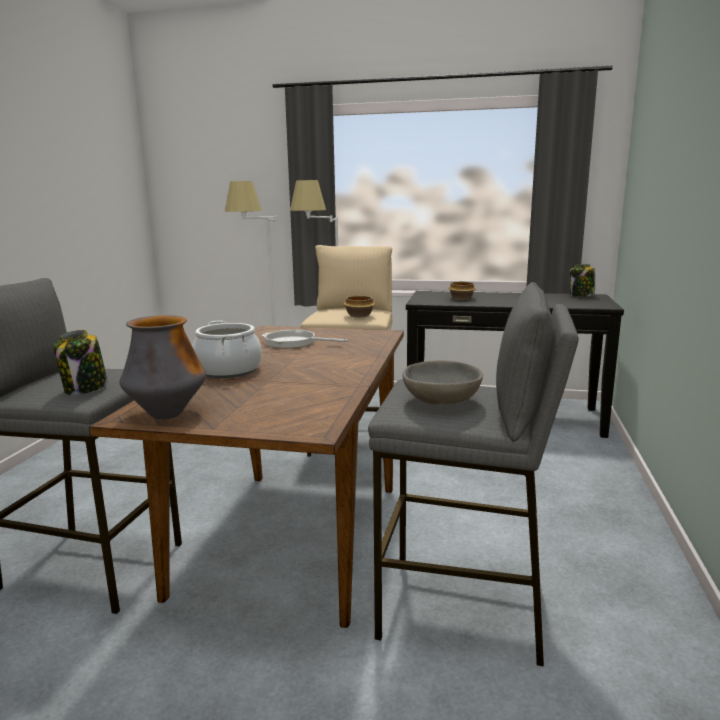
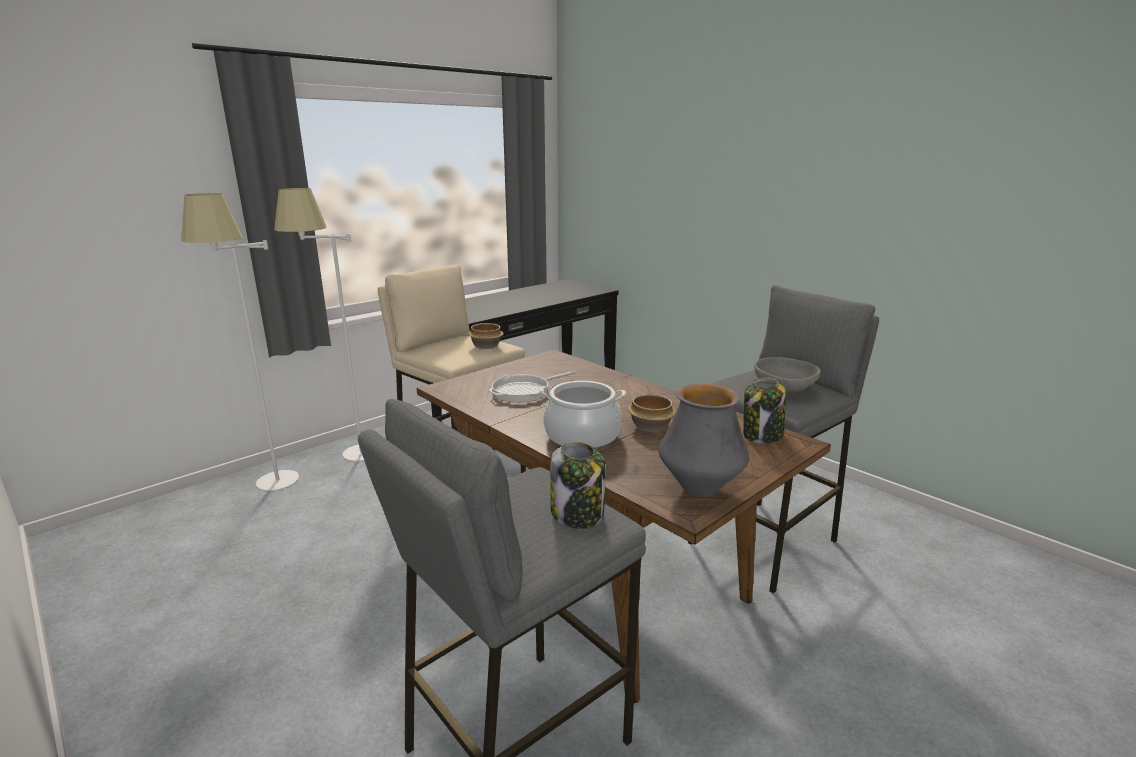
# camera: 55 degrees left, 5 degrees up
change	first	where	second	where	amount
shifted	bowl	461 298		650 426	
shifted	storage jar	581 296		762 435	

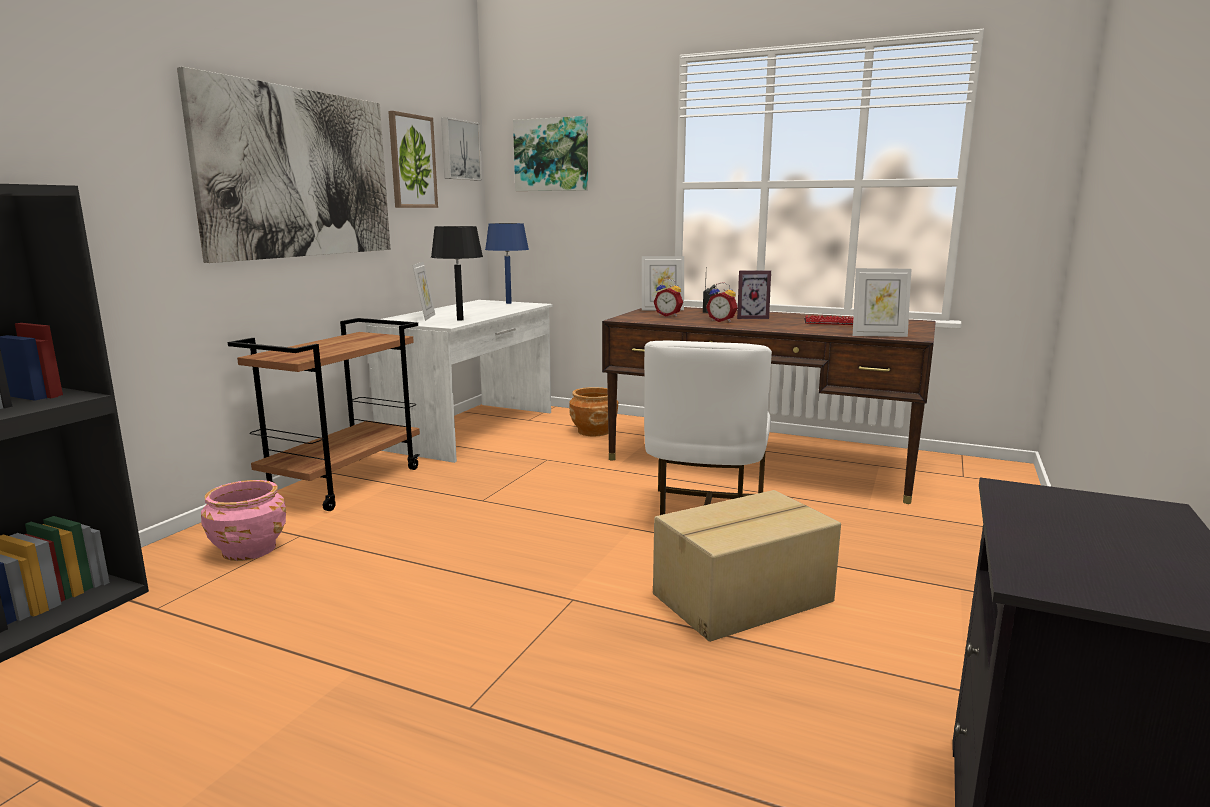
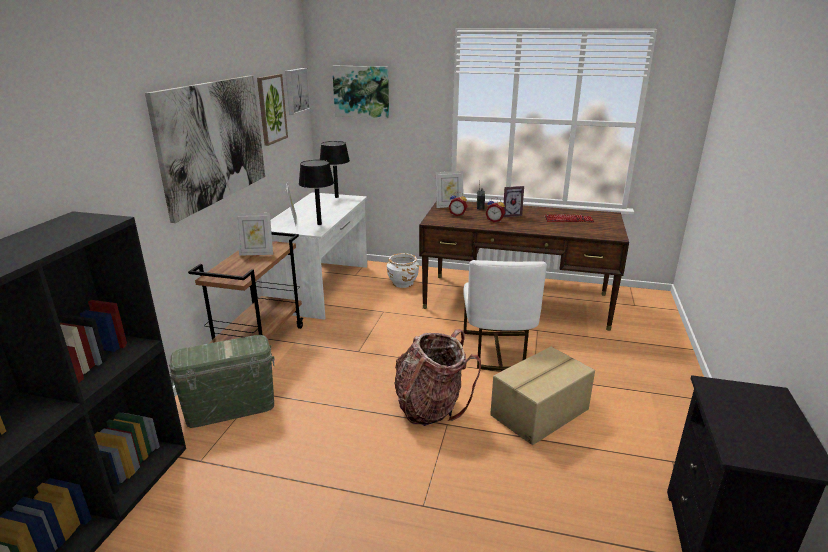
# camera: 10 degrees left, 10 degrees up
change	first	where	second	where	amount
new			knapsack	430 406	
shifted	picture frame	878 335		256 253	
swapped	planter/pinkish	249 549	storage bin/greenish	230 407	
repainted	table lamp/blue-coloured	508 303	table lamp/black-coloured	336 197	
repainted	planter/brown	594 431	planter/white	403 283	

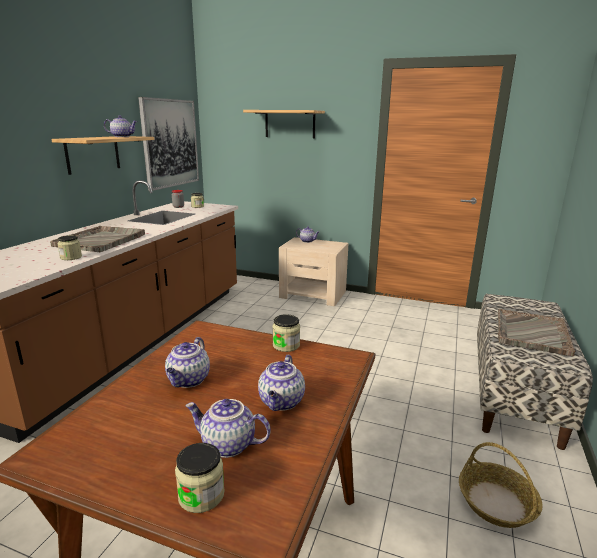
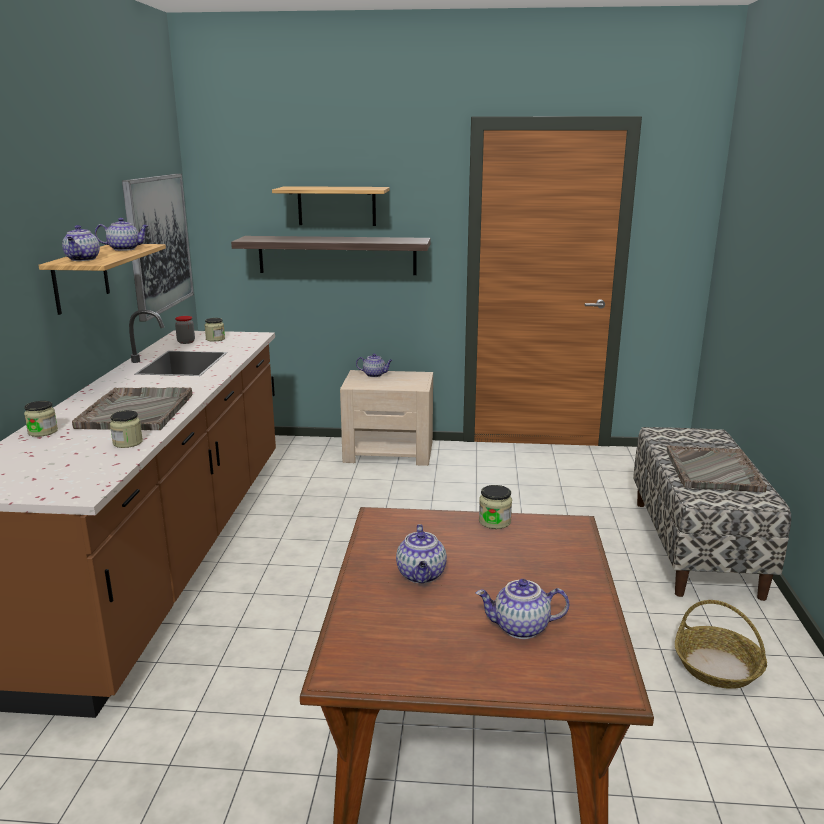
# camera: 15 degrees left, 0 degrees up
change	first	where	second	where	amount
new			shelf	337 255	
shifted	storage jar	201 495		43 432	
shifted	teapot	281 402		83 259	

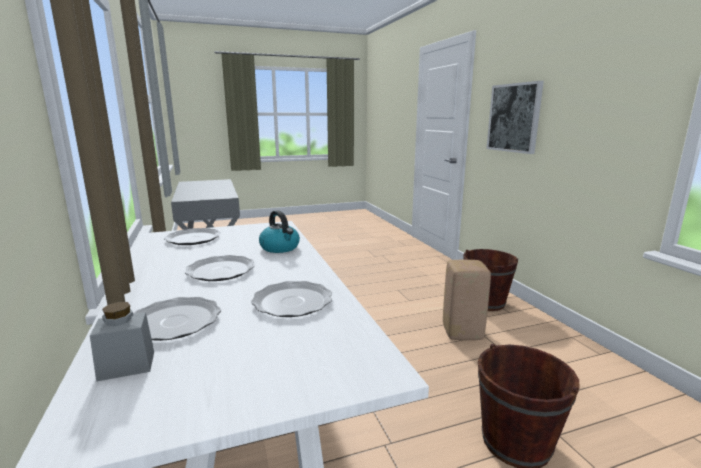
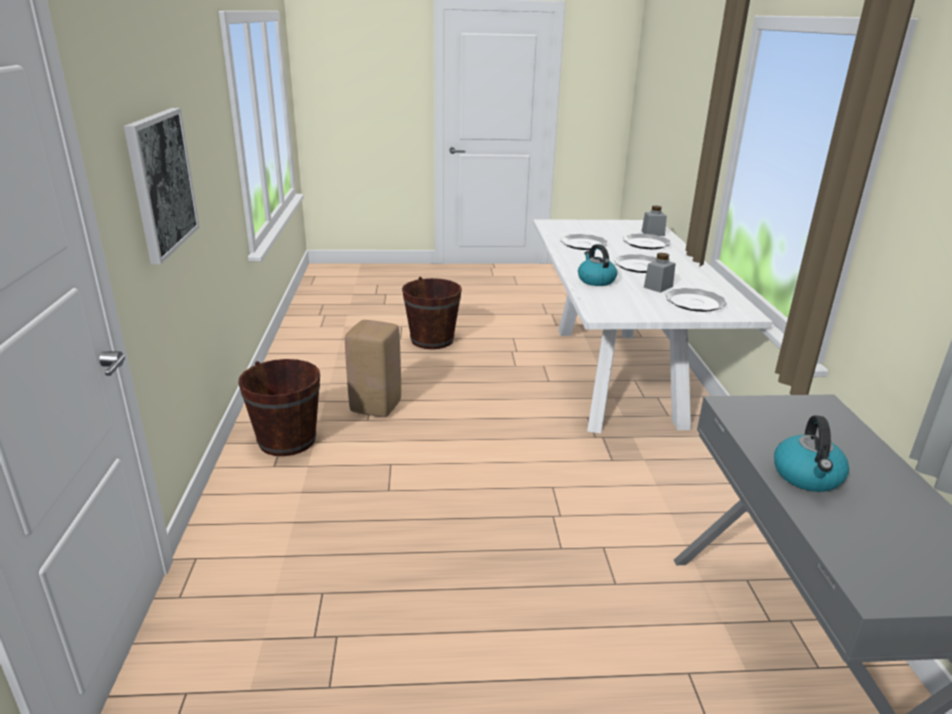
# camera: 165 degrees left, 10 degrees up
change	first	where	second	where	amount
new			storage jar/greyish	658 287	
new			tea kettle	807 476	

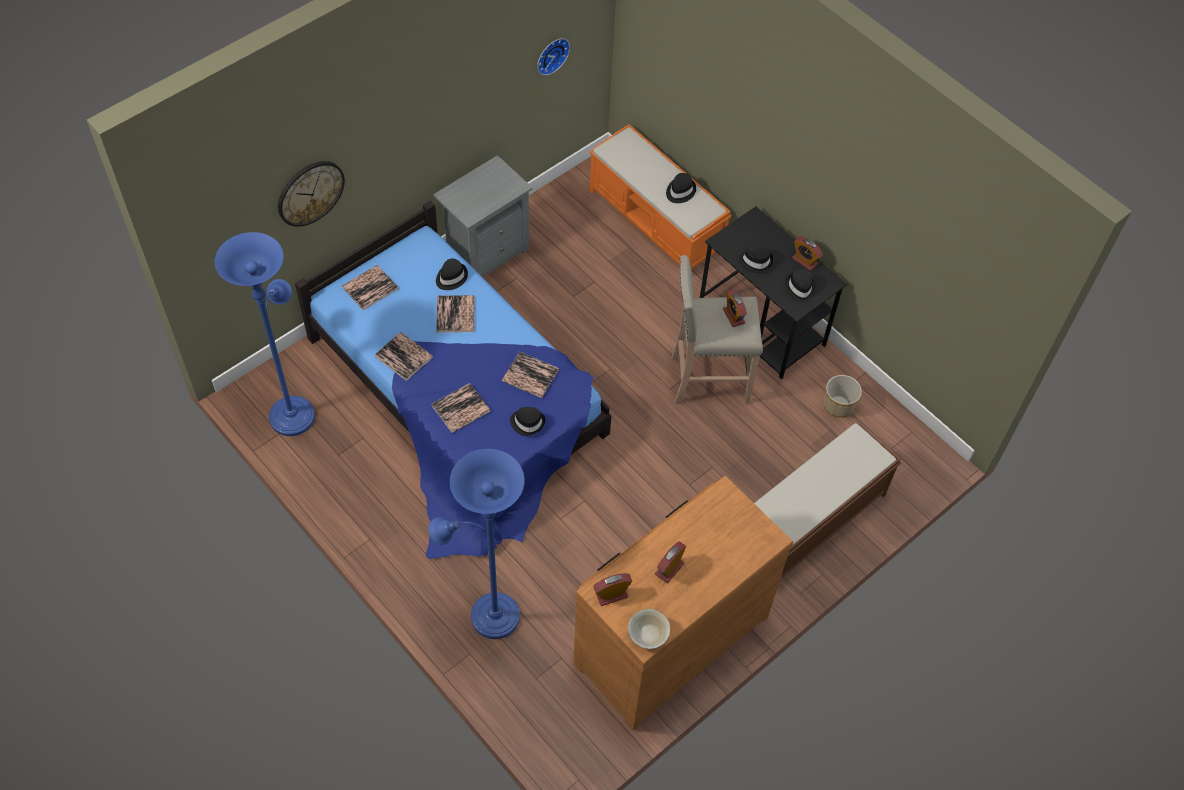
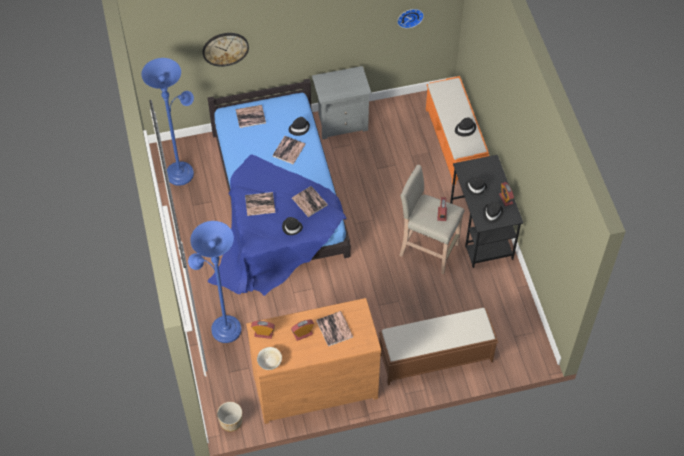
# camera: 30 degrees right, 0 degrees up
change	first	where	second	where	amount
shifted	bound book	403 356		334 329	
shifted	planter	839 405		231 422	

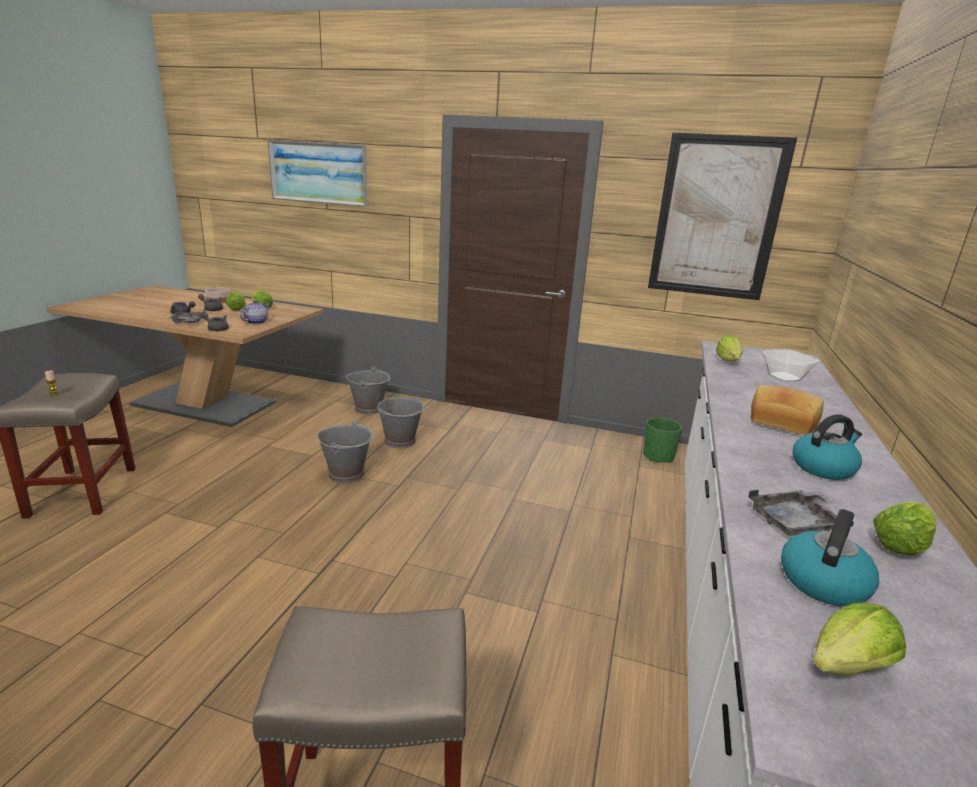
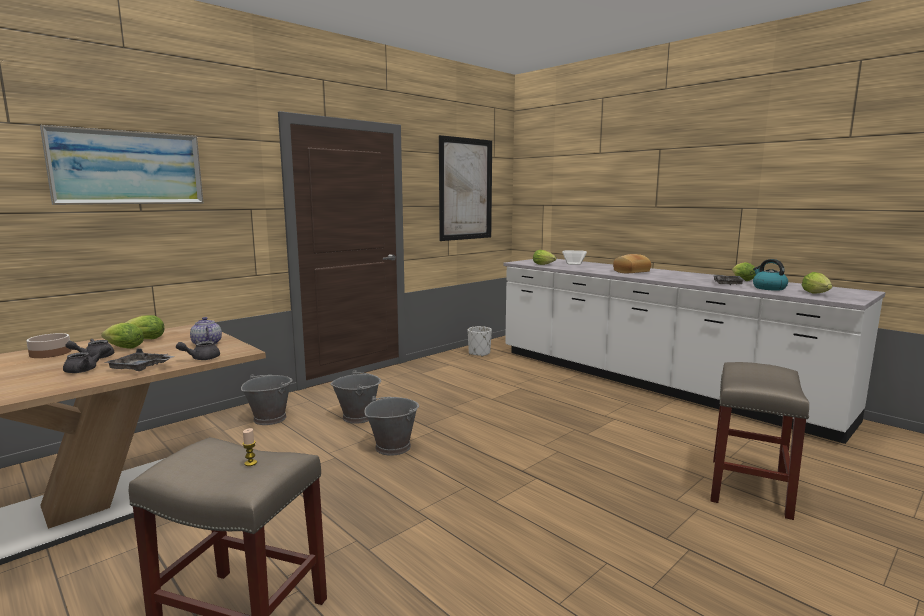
# camera: 60 degrees left, 10 degrees down
change	first	where	second	where	amount
gone	tea kettle	823 467			
repainted	planter/greenish	658 456	planter/white	479 353	

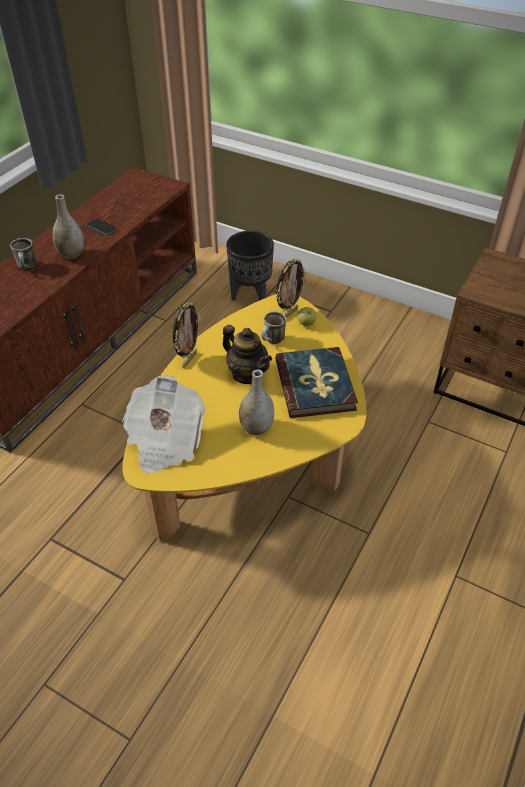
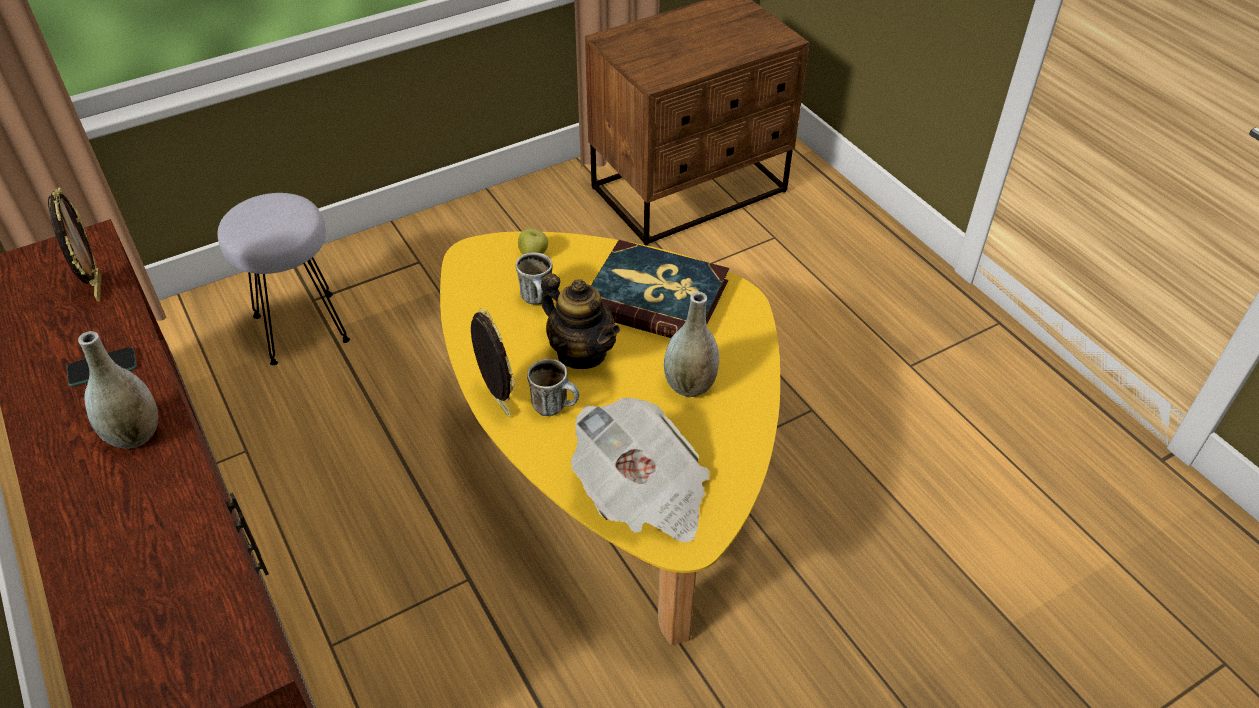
# camera: 60 degrees left, 0 degrees up
change	first	where	second	where	amount
shifted	tea mug	28 267		556 406	
shifted	picture frame	289 313		97 288	
swapped	planter/black-coloured	251 296	stool/greyish	301 327	
rotated	teapot	247 374		581 352	60 degrees clockwise

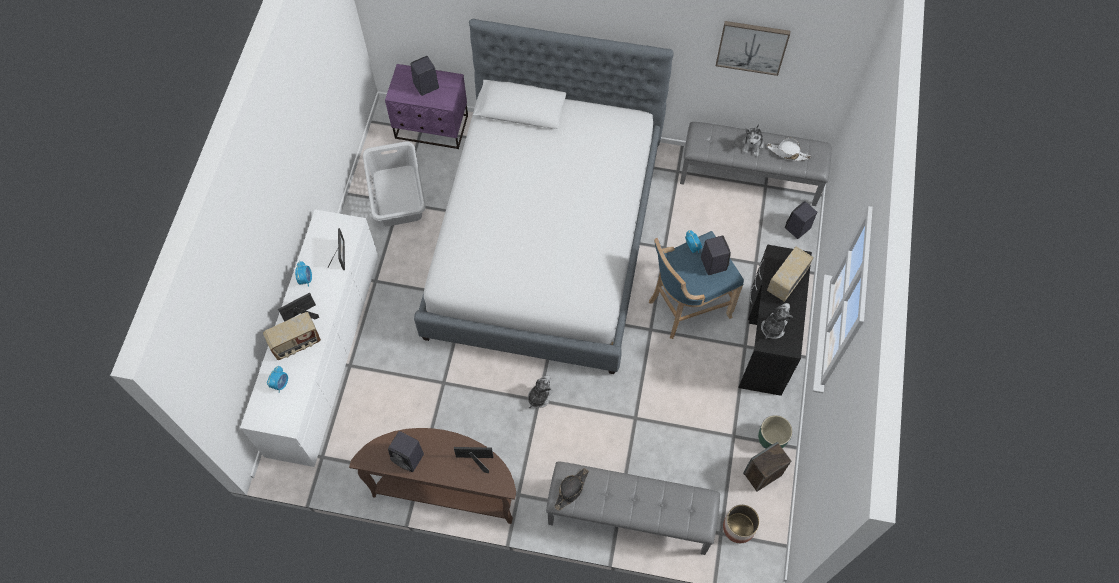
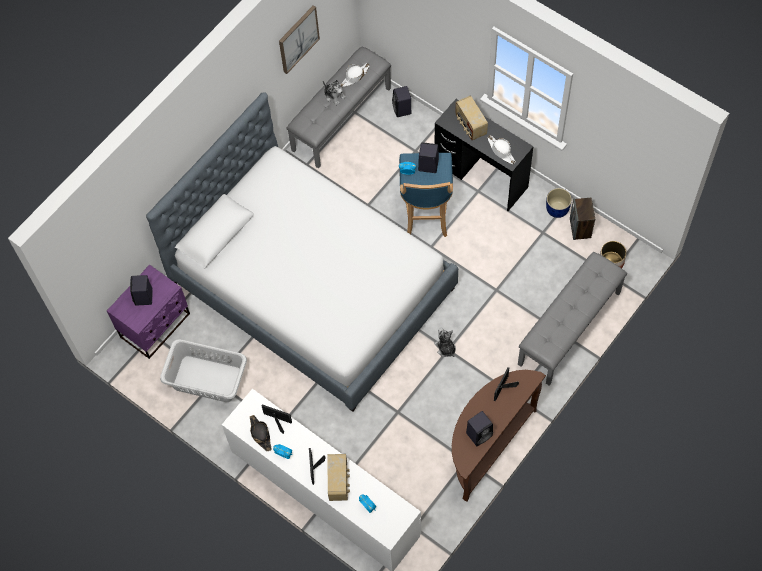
# camera: 60 degrees left, 0 degrees up
change	first	where	second	where	amount
shifted	hat/black-coloured	571 489		260 434	
swapped	plush toy	773 327	hat/white	501 151	
repainted	planter/greenish	771 438	planter/blue-coloured	557 209	

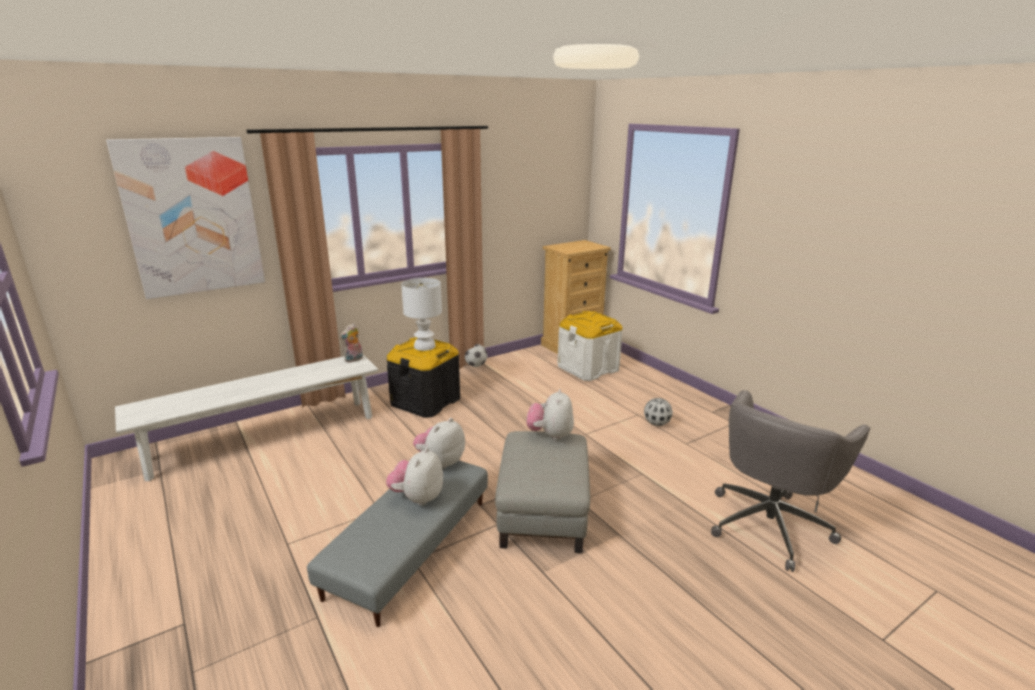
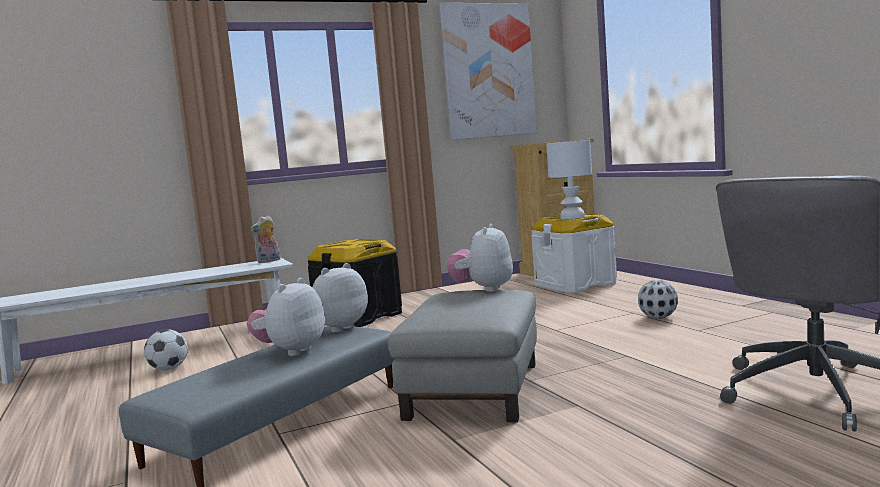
# camera: 10 degrees right, 15 degrees down
change	first	where	second	where	amount
shifted	picture	192 217		488 71	
shifted	table lamp/white	425 346		573 217	
shifted	football ball	476 365		168 369	

